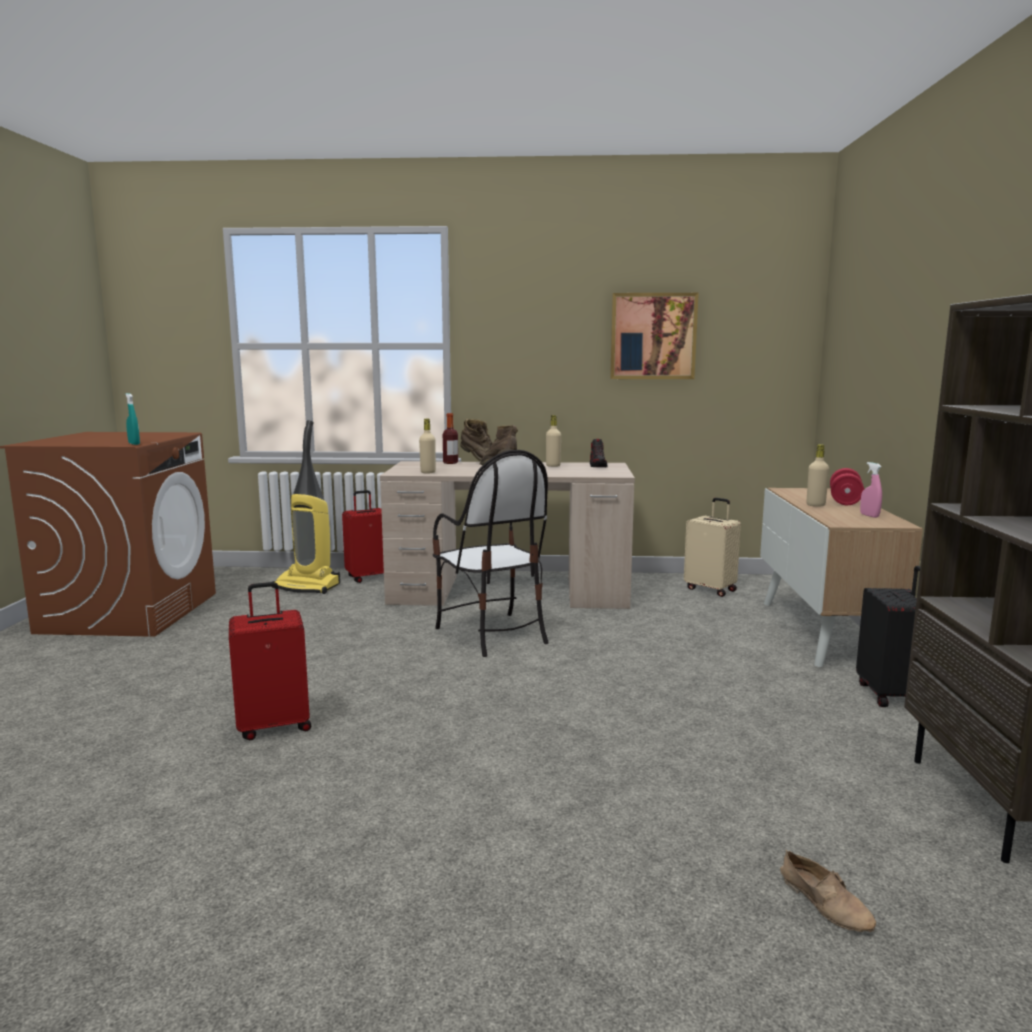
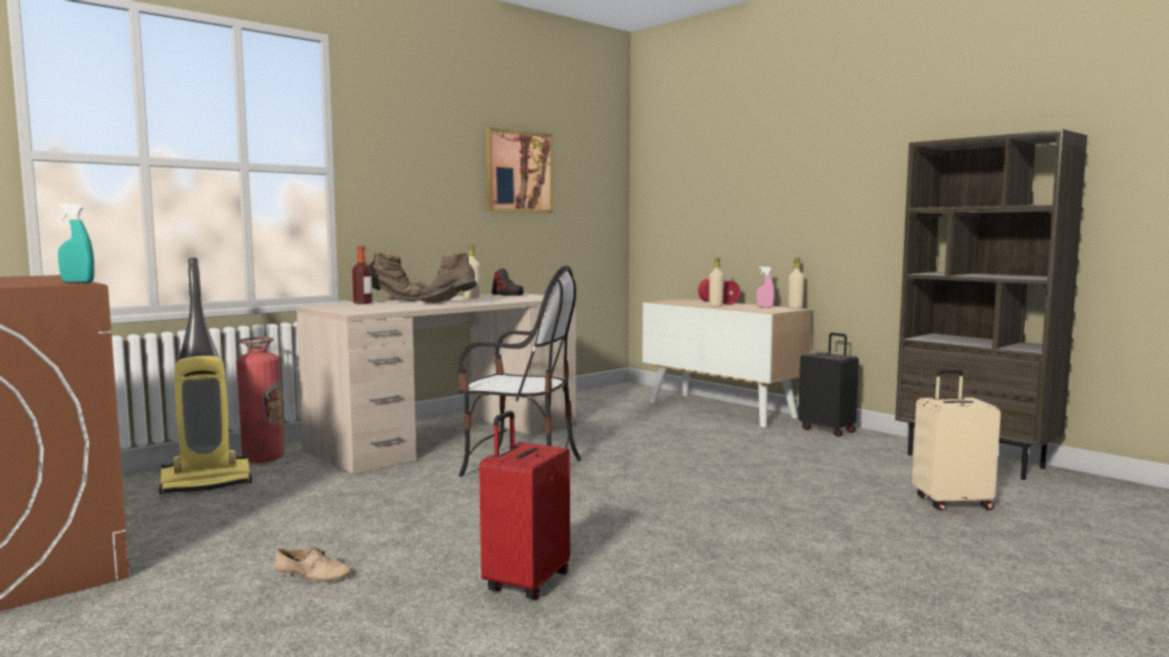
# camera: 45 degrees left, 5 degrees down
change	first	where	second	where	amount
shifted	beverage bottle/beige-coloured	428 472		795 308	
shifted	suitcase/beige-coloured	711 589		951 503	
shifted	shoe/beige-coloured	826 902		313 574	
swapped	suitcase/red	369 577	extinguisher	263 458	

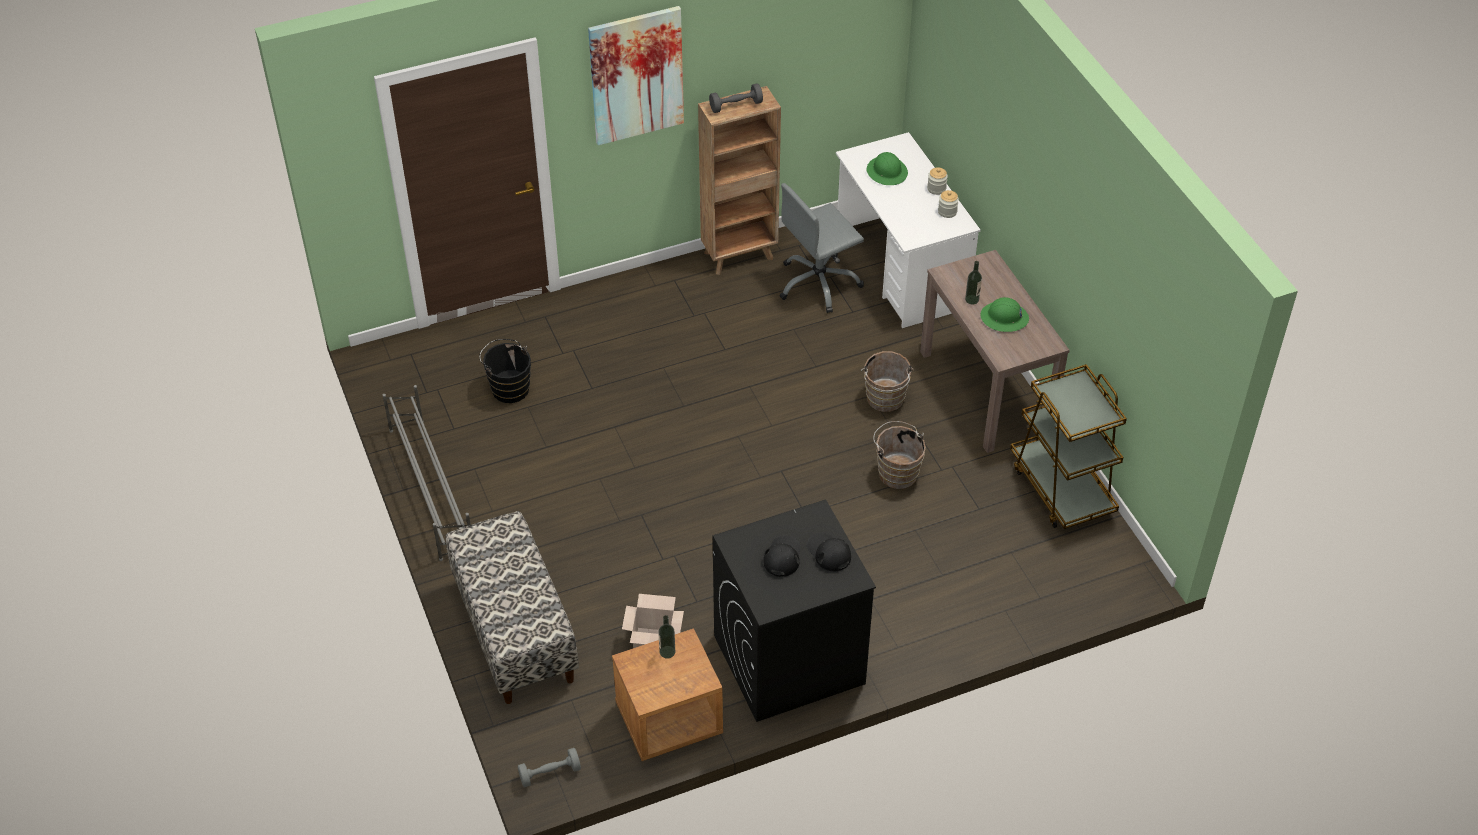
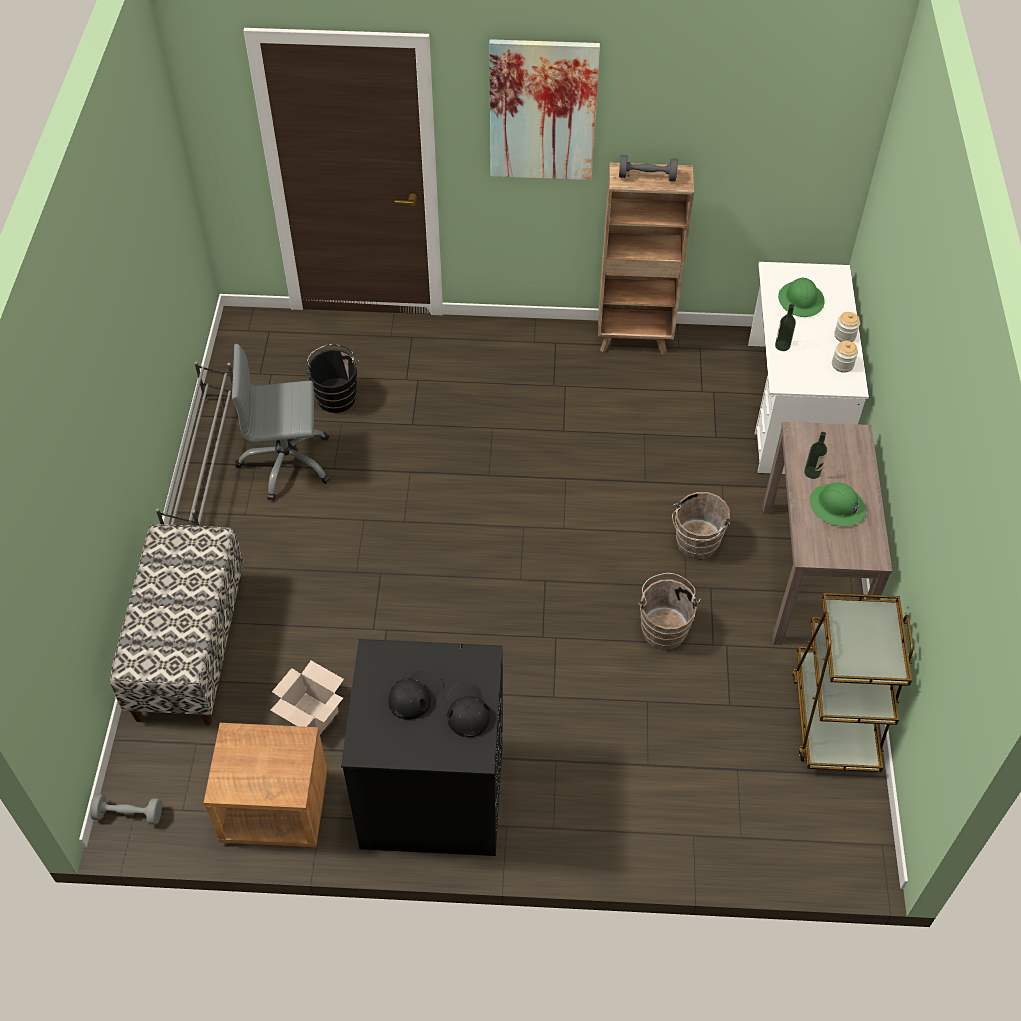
# camera: 25 degrees right, 5 degrees up
change	first	where	second	where	amount
shifted	beverage bottle	667 652		782 345	
shifted	desk chair/greyish	818 283		286 463	

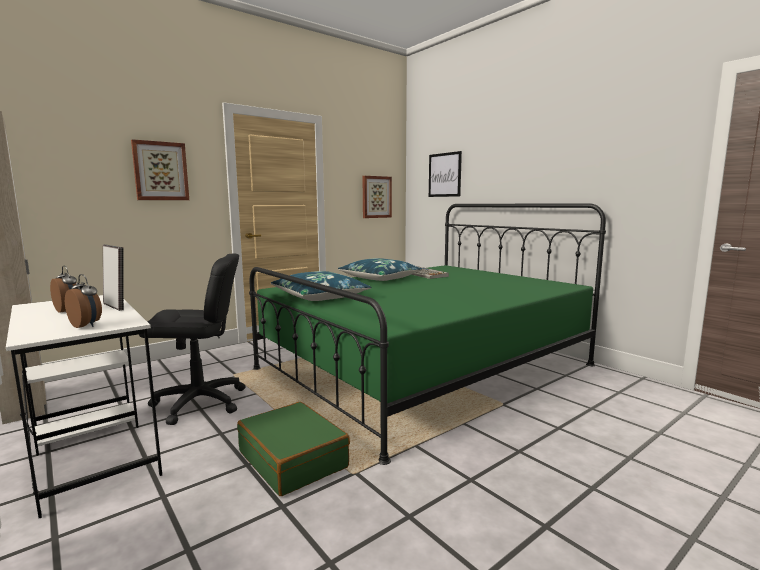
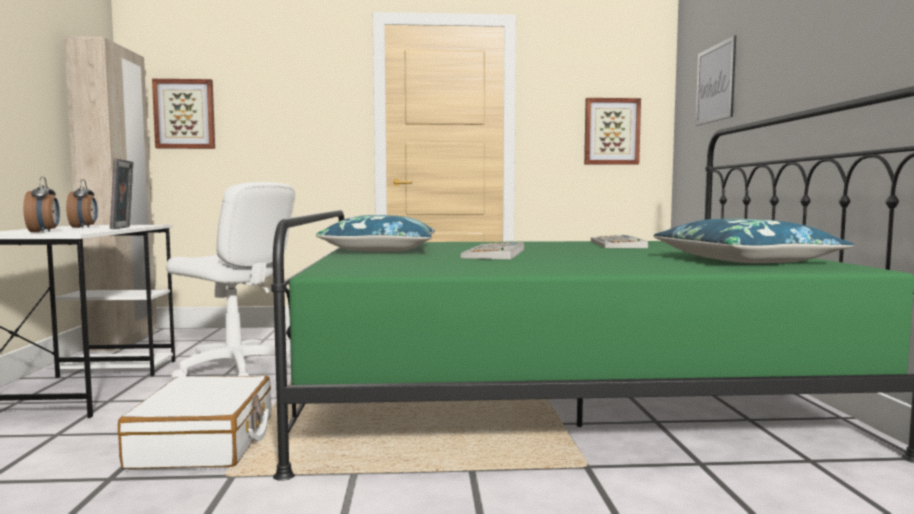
# camera: 35 degrees right, 5 degrees down
change	first	where	second	where	amount
new			PC keyboard	495 253	
shifted	picture	160 171		185 114	
shifted	throw pillow/blue-coloured	380 278		744 260	
repainted	desk chair/black-coloured	199 403	desk chair/white	234 369	
repainted	suitcase/greenish	293 459	suitcase/white	205 441	

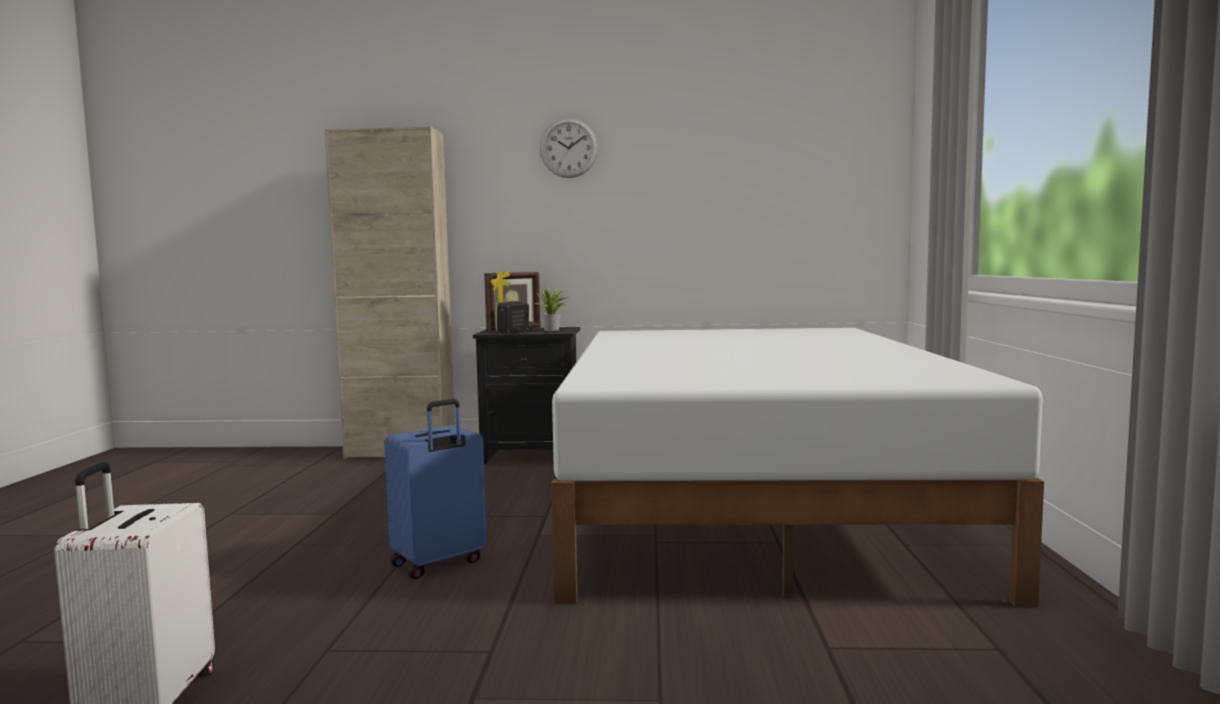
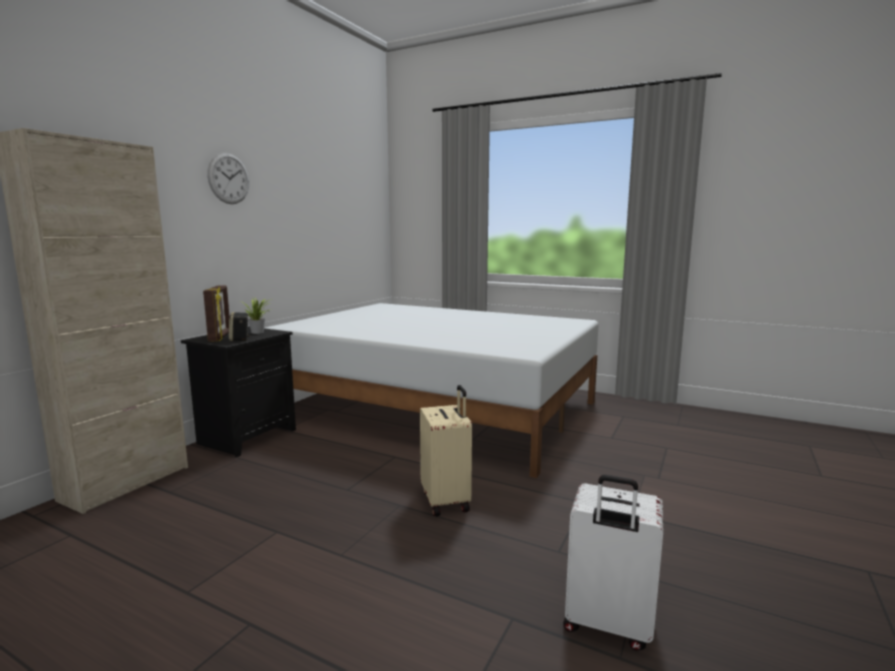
# camera: 65 degrees left, 5 degrees up
change	first	where	second	where	amount
repainted	suitcase/blue-coloured	439 563	suitcase/beige-coloured	447 500	

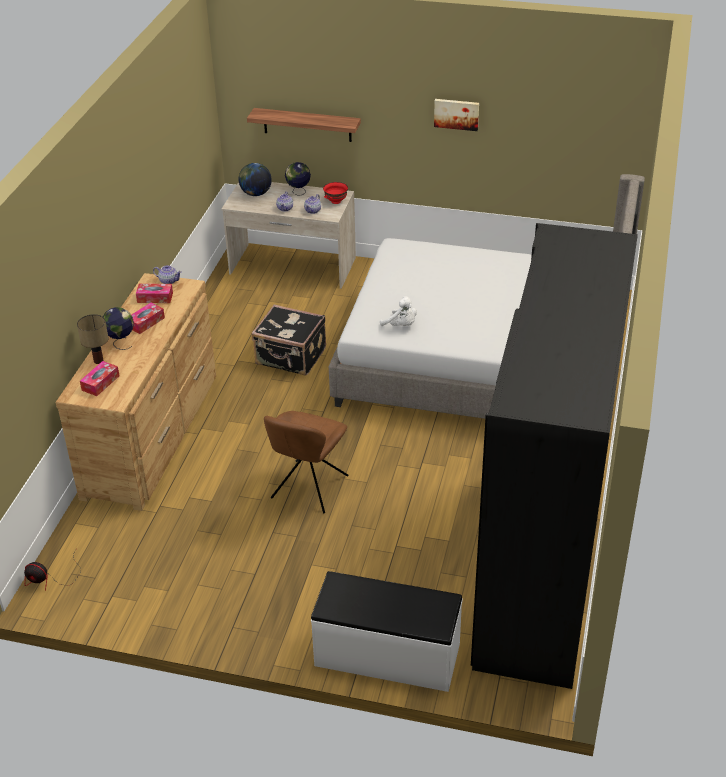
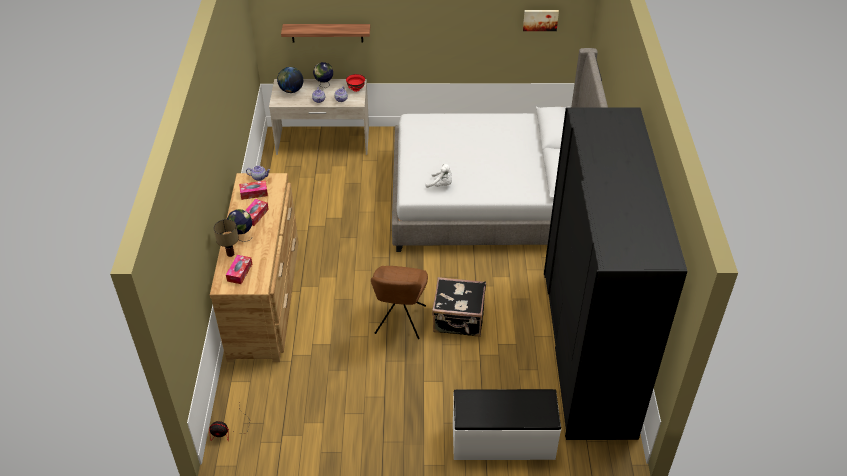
# camera: 15 degrees left, 5 degrees up
change	first	where	second	where	amount
shifted	suitcase/black-coloured	291 357		459 320	
shifted	picture	456 114		540 19	

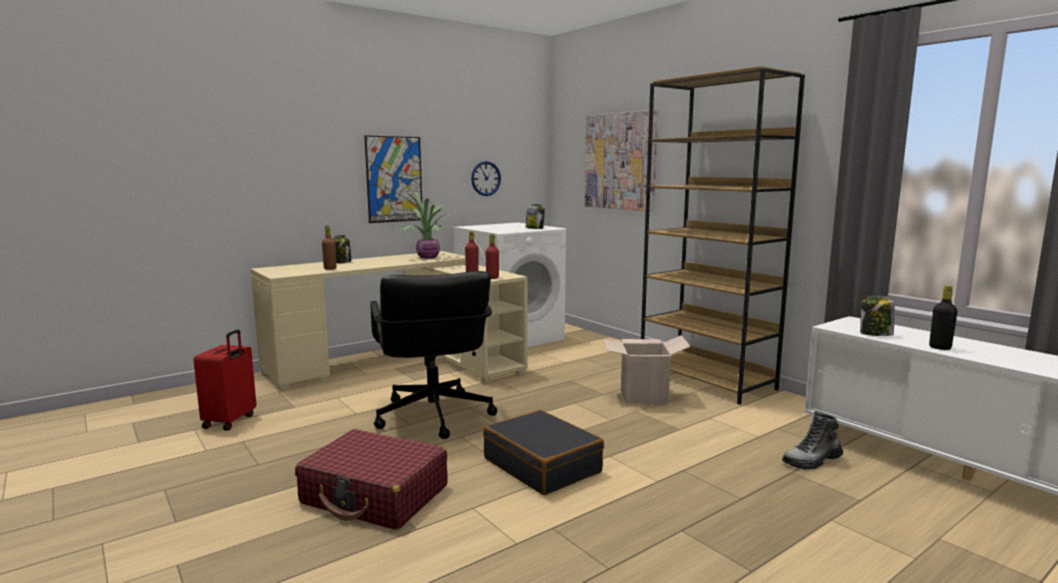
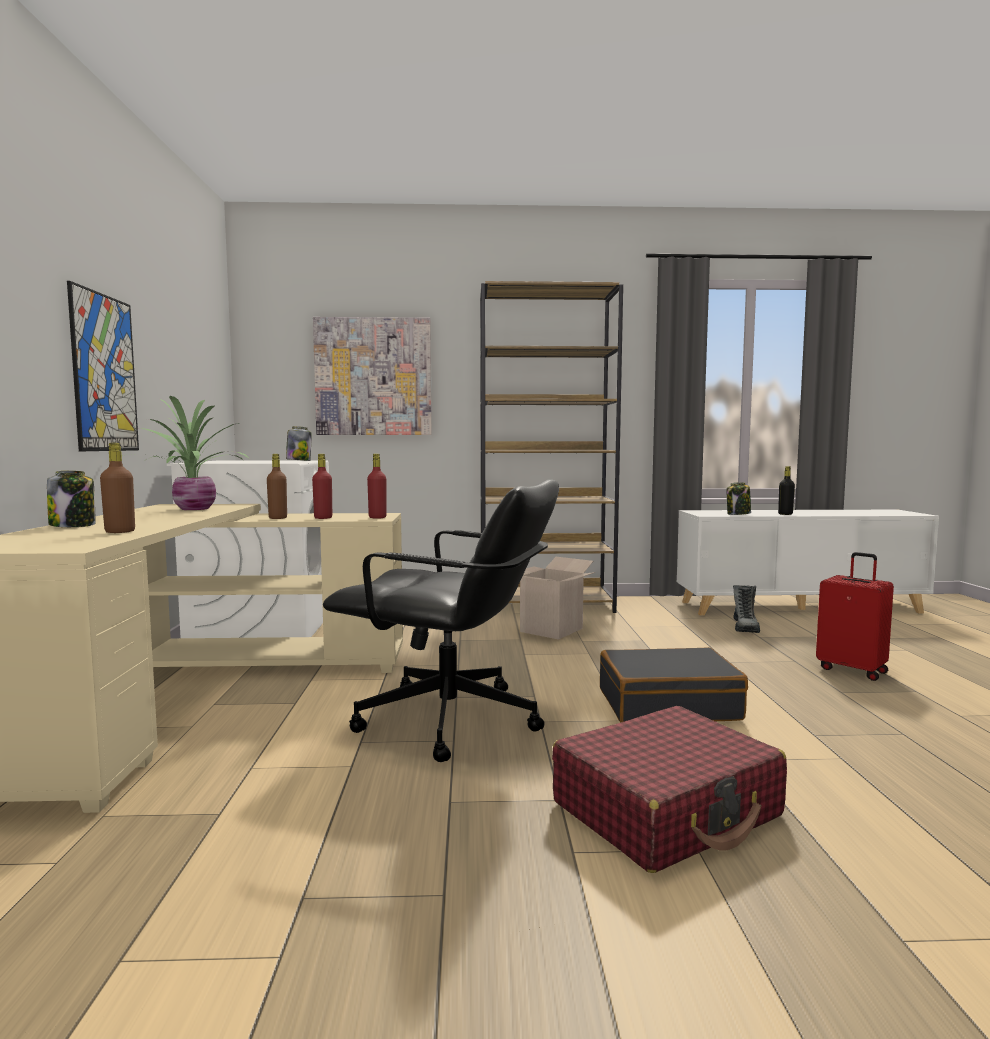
# camera: 55 degrees left, 5 degrees down
change	first	where	second	where	amount
gone	wall clock	485 178			
new			beverage bottle/brown	278 518	
shifted	suitcase/red	230 421		852 670	

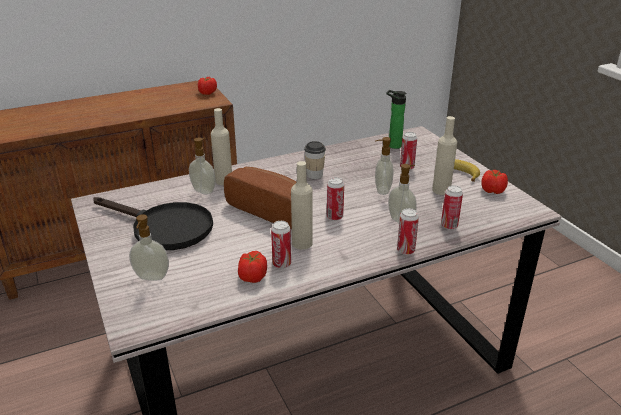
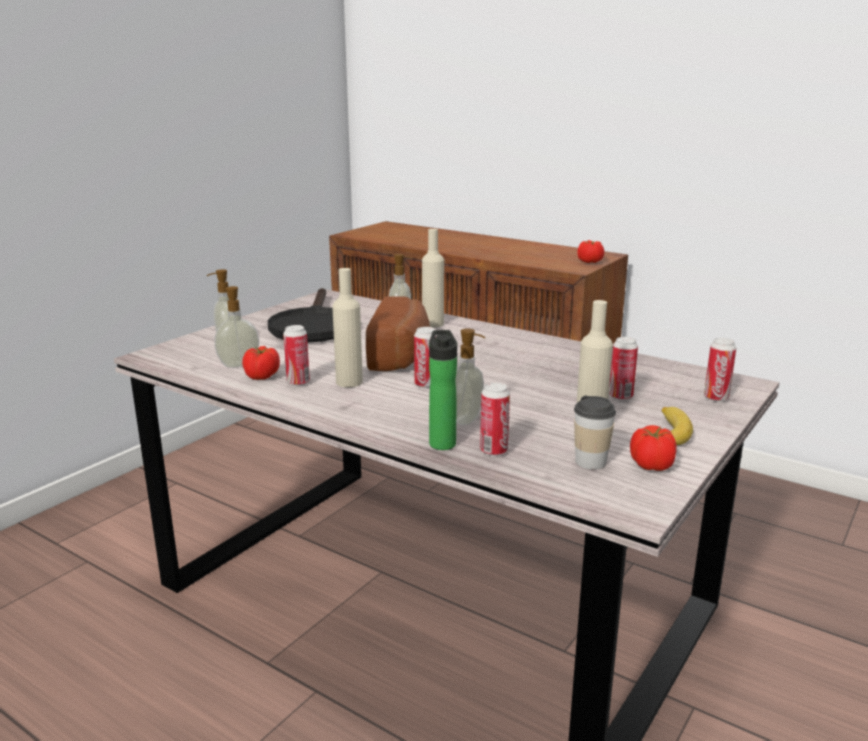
# camera: 60 degrees right, 10 degrees down
change	first	where	second	where	amount
shifted	drinking cup	314 175		590 462	
shifted	soap dispenser	382 190		238 364	
shifted	beverage bottle	392 145		442 442	
shifted	metal can	405 251		716 398	

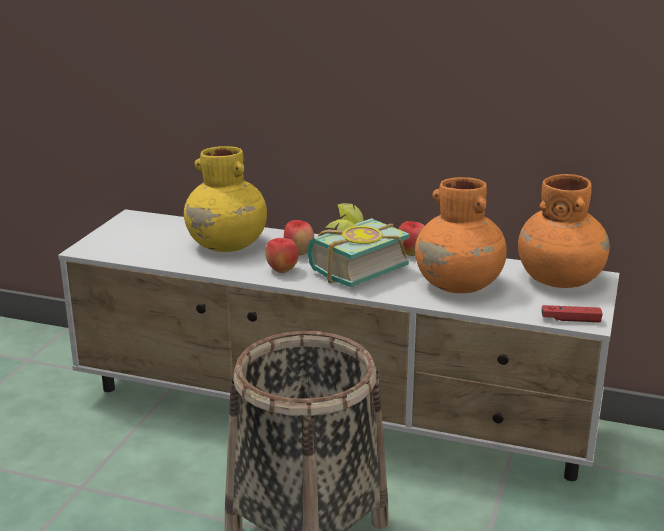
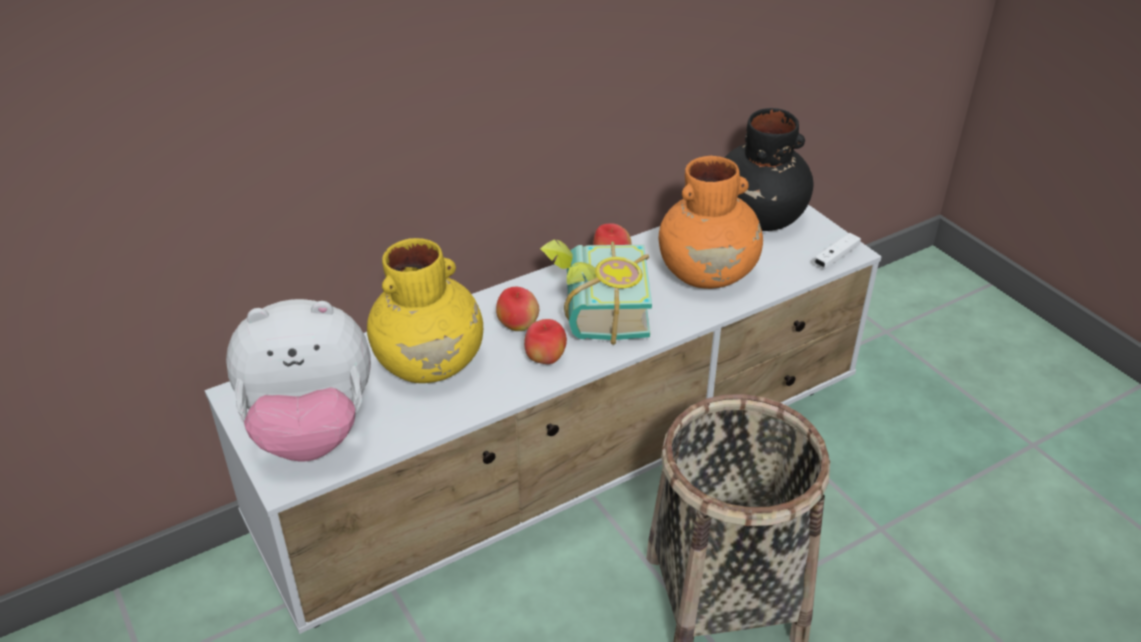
# camera: 50 degrees left, 15 degrees up
change	first	where	second	where	amount
new			plush toy	311 431	
repainted	vase/orange-coloured	560 279	vase/black-coloured	759 217	
repainted	joypad/red	570 320	joypad/white	836 257	

